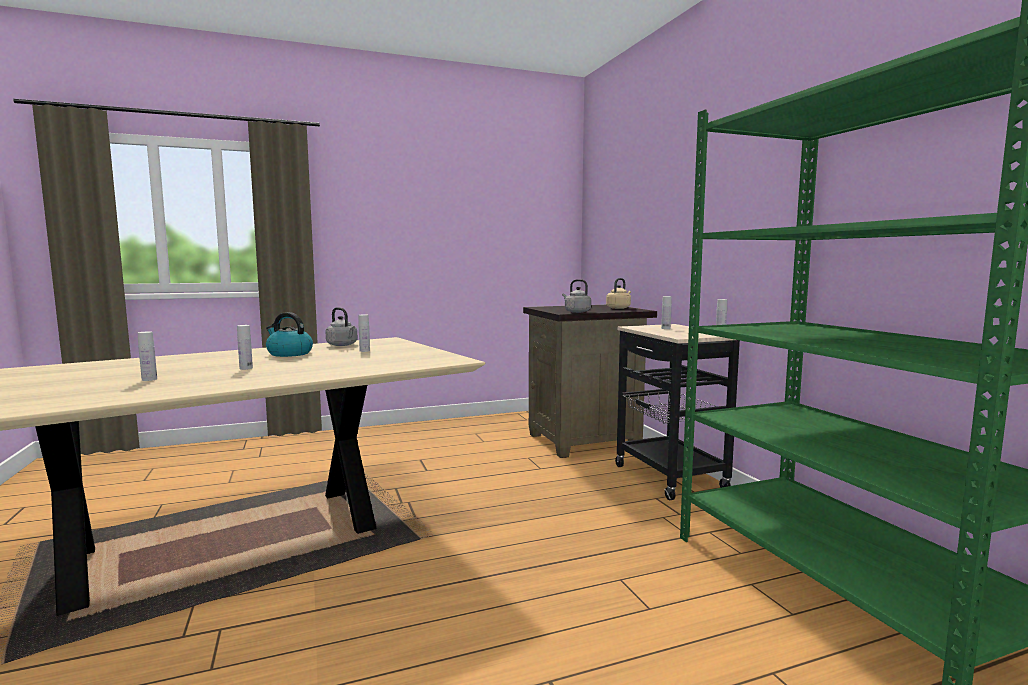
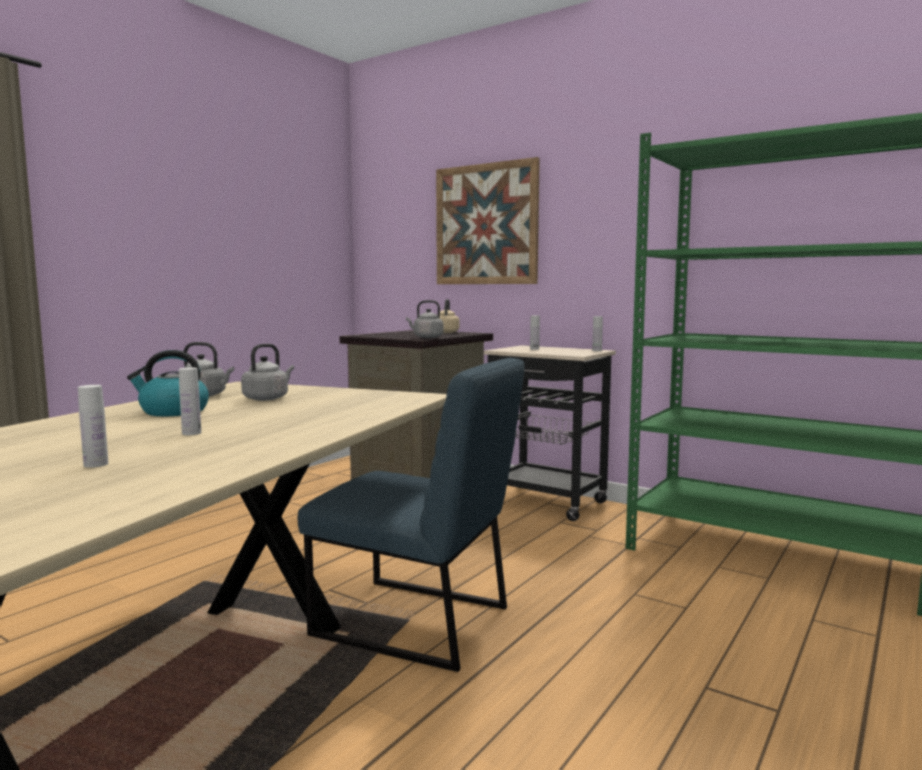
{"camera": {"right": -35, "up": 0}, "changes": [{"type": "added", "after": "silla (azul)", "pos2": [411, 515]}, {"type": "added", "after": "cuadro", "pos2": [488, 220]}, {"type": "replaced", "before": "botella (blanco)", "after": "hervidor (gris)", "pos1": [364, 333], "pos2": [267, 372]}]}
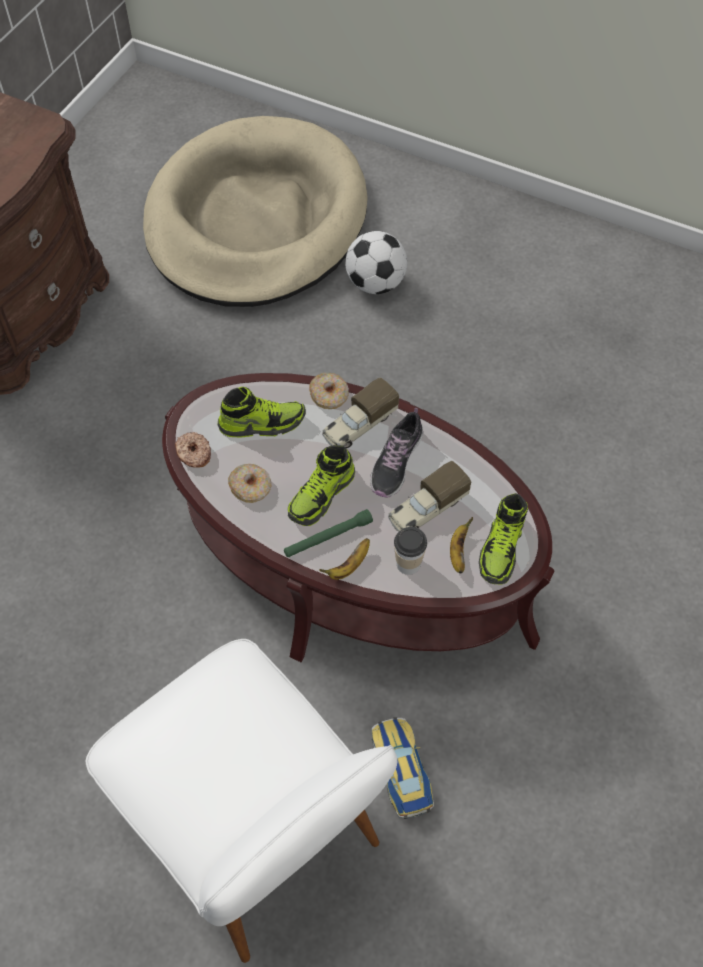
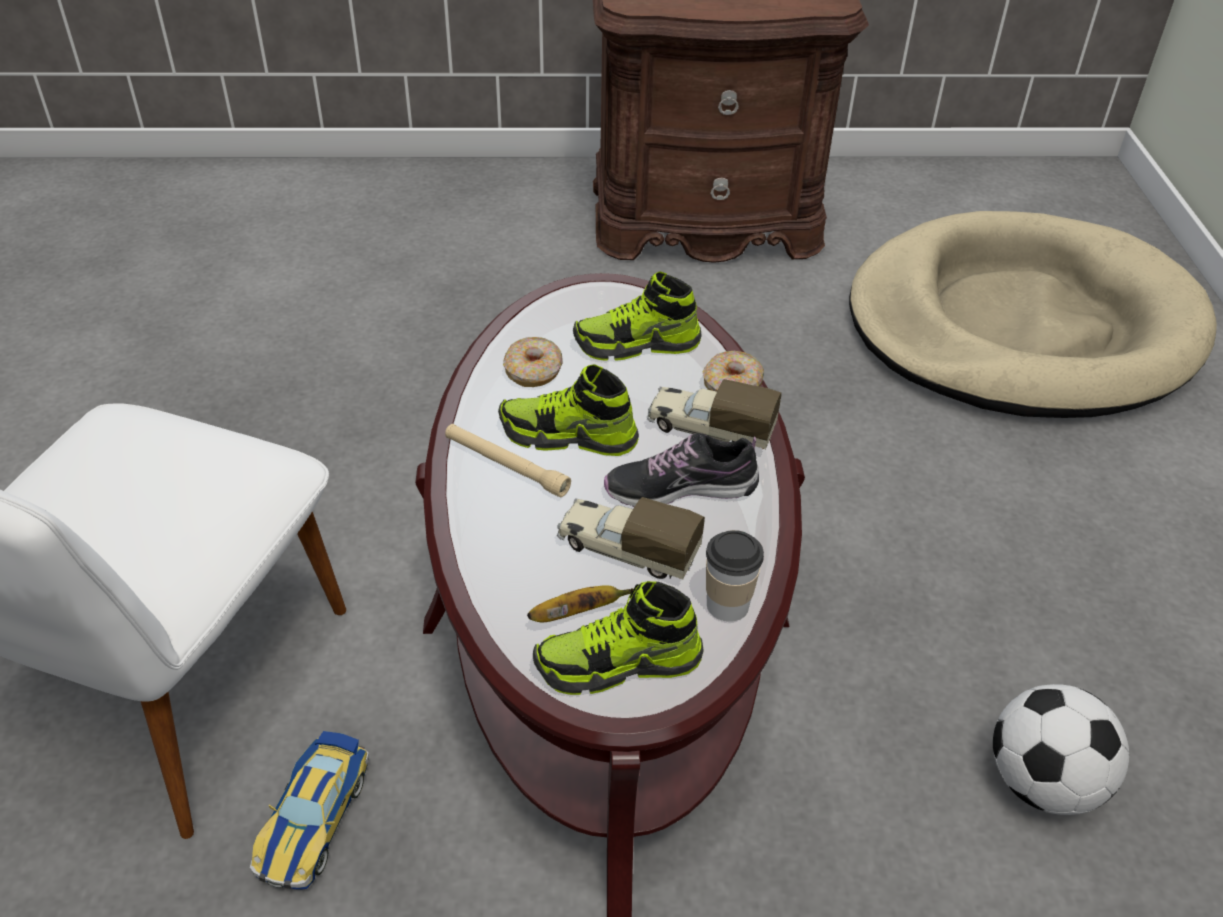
{"camera": {"right": 60, "up": -15}, "changes": [{"type": "removed", "before": "rosquilla", "pos1": [193, 450]}, {"type": "removed", "before": "plátano", "pos1": [345, 559]}, {"type": "moved", "before": "balón de fútbol", "pos1": [376, 262], "pos2": [1061, 749]}, {"type": "moved", "before": "taza", "pos1": [410, 551], "pos2": [735, 576]}, {"type": "recoloured", "before": "linterna (verde)", "after": "linterna (beis)", "pos1": [328, 533], "pos2": [508, 460]}, {"type": "turned", "before": "zapato", "pos1": [262, 412], "pos2": [637, 316], "turn": 120}, {"type": "turned", "before": "coche de juguete", "pos1": [402, 768], "pos2": [309, 810], "turn": 150}]}
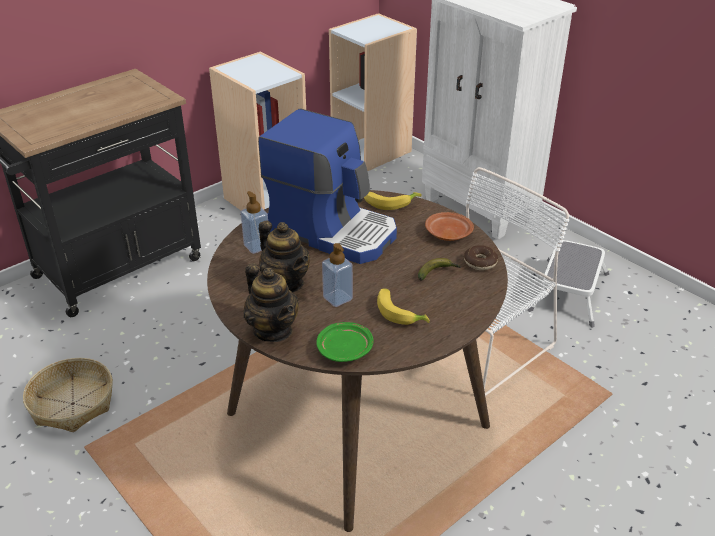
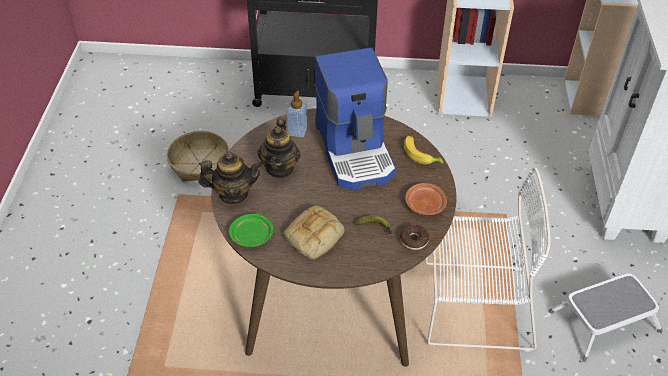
{"camera": {"right": 45, "up": 10}, "changes": [{"type": "removed", "before": "dispensador de jabón", "pos1": [337, 275]}, {"type": "replaced", "before": "plátano", "after": "pan", "pos1": [403, 306], "pos2": [314, 232]}, {"type": "turned", "before": "tetera", "pos1": [271, 302], "pos2": [230, 178], "turn": -105}]}
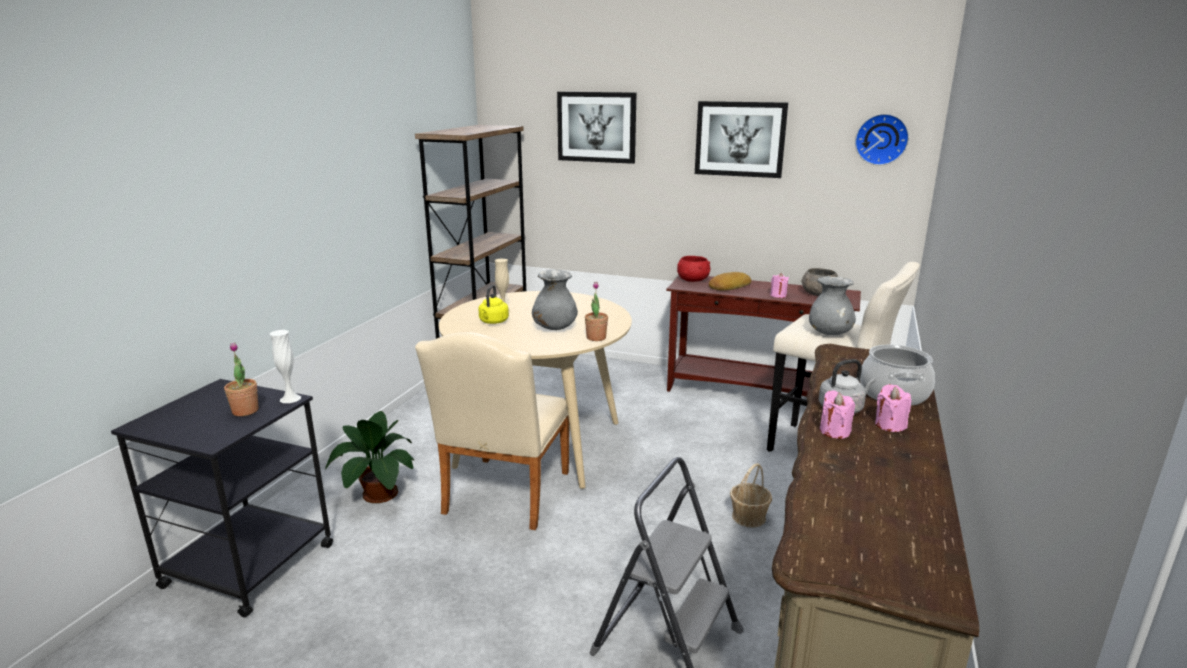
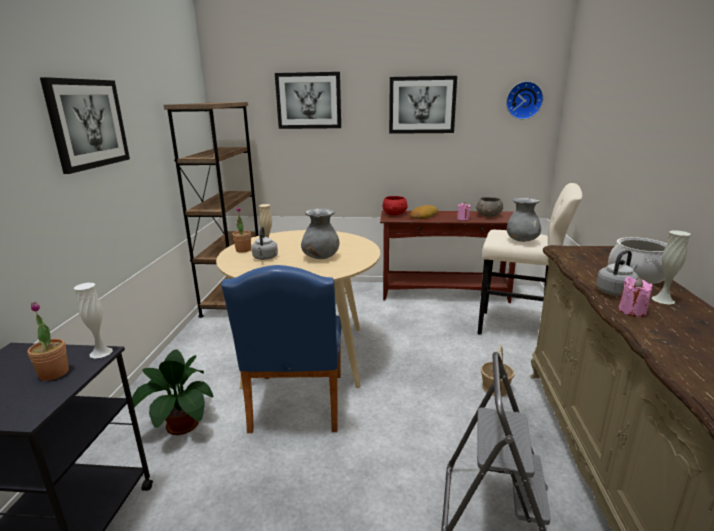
{"camera": {"right": -15, "up": 0}, "changes": [{"type": "added", "after": "cuadro", "pos2": [85, 125]}, {"type": "moved", "before": "planta en maceta", "pos1": [596, 311], "pos2": [242, 229]}, {"type": "replaced", "before": "vela (rosa)", "after": "florero (blanco)", "pos1": [893, 408], "pos2": [671, 267]}, {"type": "recoloured", "before": "silla (beis)", "after": "silla (azul)", "pos1": [492, 431], "pos2": [281, 349]}, {"type": "recoloured", "before": "hervidor (amarillo)", "after": "hervidor (gris)", "pos1": [493, 304], "pos2": [265, 243]}]}
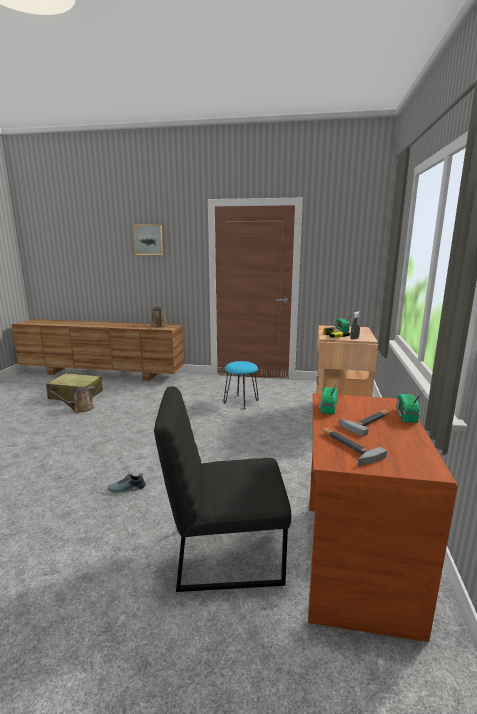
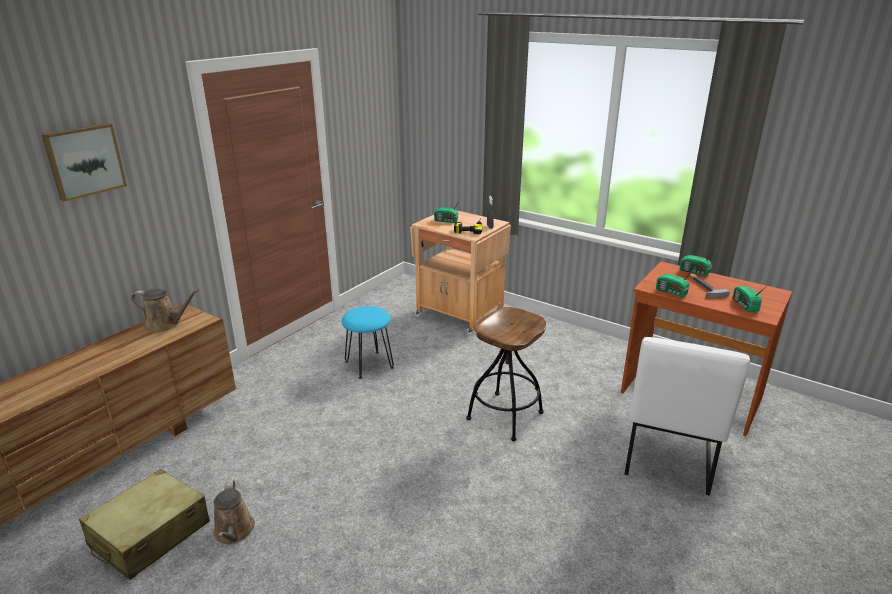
{"camera": {"right": -65, "up": 10}, "changes": [{"type": "removed", "before": "zapato", "pos1": [126, 483]}, {"type": "added", "after": "taburete (marrón)", "pos2": [506, 374]}, {"type": "replaced", "before": "martillo", "after": "radio", "pos1": [355, 447], "pos2": [750, 298]}, {"type": "recoloured", "before": "silla (negro)", "after": "silla (blanco)", "pos1": [222, 489], "pos2": [687, 416]}]}
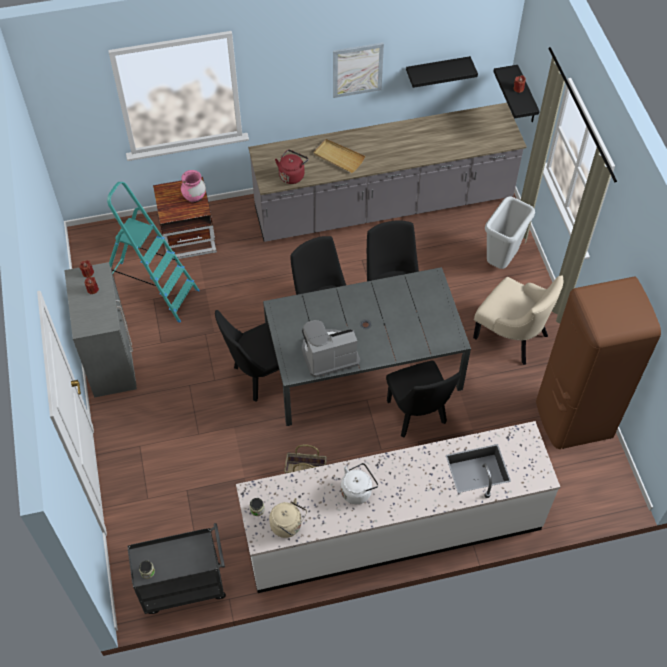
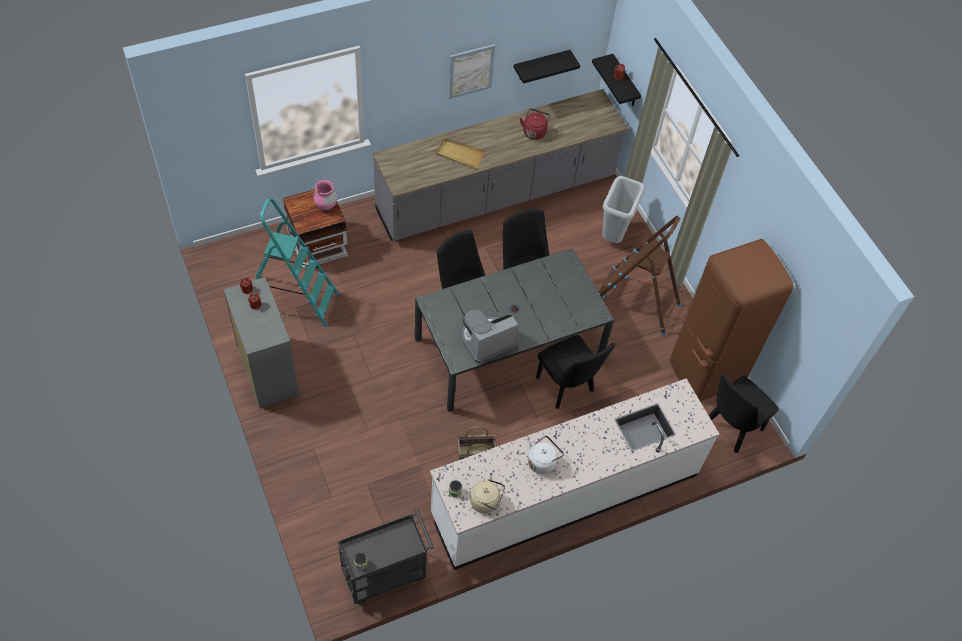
{"camera": {"right": -15, "up": 0}, "changes": [{"type": "moved", "before": "silla (negro)", "pos1": [247, 356], "pos2": [744, 413]}, {"type": "moved", "before": "hervidor (rojo)", "pos1": [291, 167], "pos2": [535, 124]}, {"type": "replaced", "before": "silla (beis)", "after": "escalera de tijera (marrón)", "pos1": [518, 320], "pos2": [640, 276]}]}
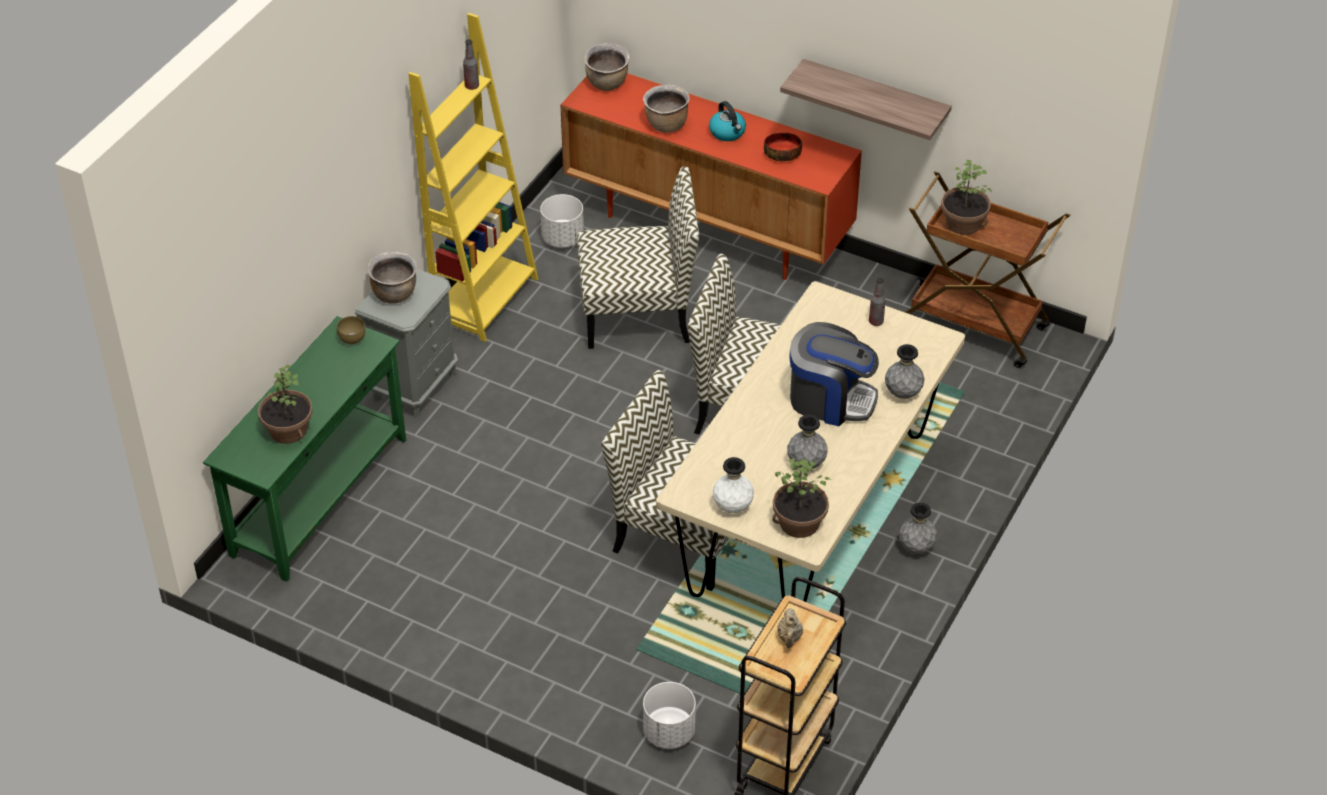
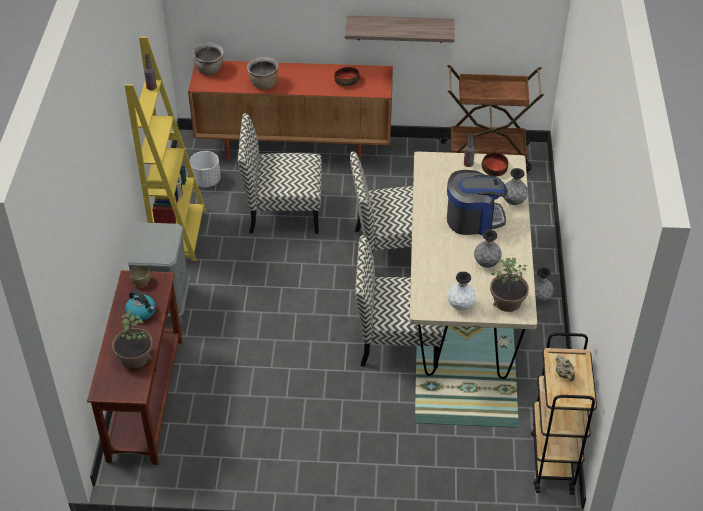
{"camera": {"right": -25, "up": 0}, "changes": [{"type": "removed", "before": "olla (marrón)", "pos1": [392, 277]}, {"type": "removed", "before": "maceta (blanco)", "pos1": [669, 715]}, {"type": "removed", "before": "planta en maceta", "pos1": [966, 197]}, {"type": "added", "after": "cuenco", "pos2": [494, 164]}, {"type": "moved", "before": "hervidor", "pos1": [727, 121], "pos2": [140, 305]}, {"type": "recoloured", "before": "mesa consola (verde)", "after": "mesa consola (marrón)", "pos1": [304, 449], "pos2": [135, 367]}, {"type": "turned", "before": "silla", "pos1": [638, 257], "pos2": [280, 173], "turn": -150}]}
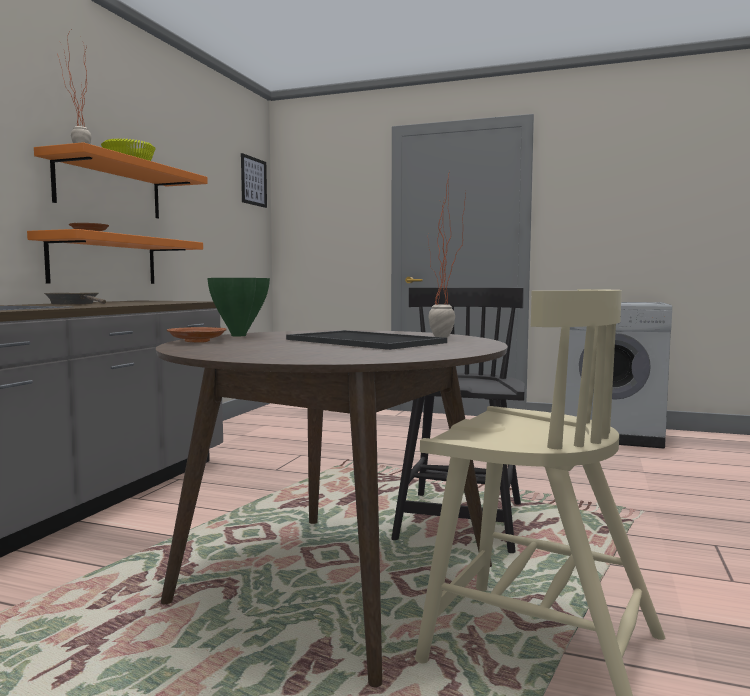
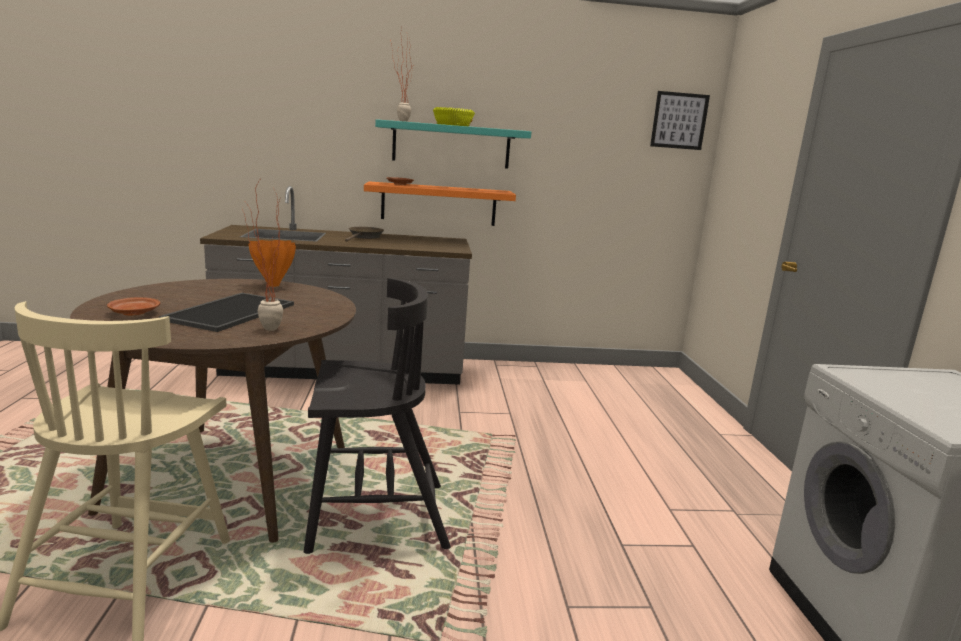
{"camera": {"right": 65, "up": 10}, "changes": [{"type": "moved", "before": "plato (marrón)", "pos1": [197, 335], "pos2": [133, 306]}, {"type": "recoloured", "before": "estante (naranja)", "after": "estante (turquesa)", "pos1": [121, 180], "pos2": [453, 144]}, {"type": "recoloured", "before": "florero (verde)", "after": "florero (naranja)", "pos1": [238, 307], "pos2": [272, 263]}]}
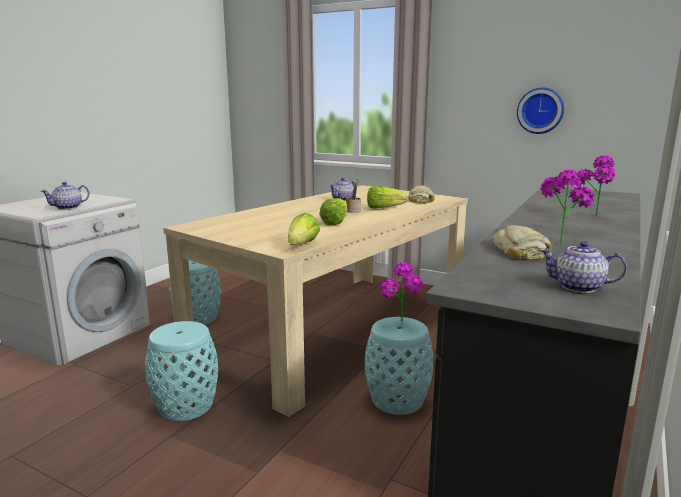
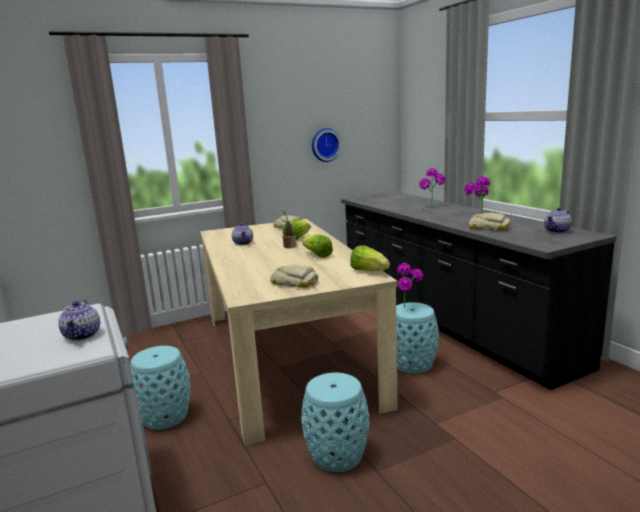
{"camera": {"right": -55, "up": 0}, "changes": [{"type": "added", "after": "pan", "pos2": [294, 276]}]}
